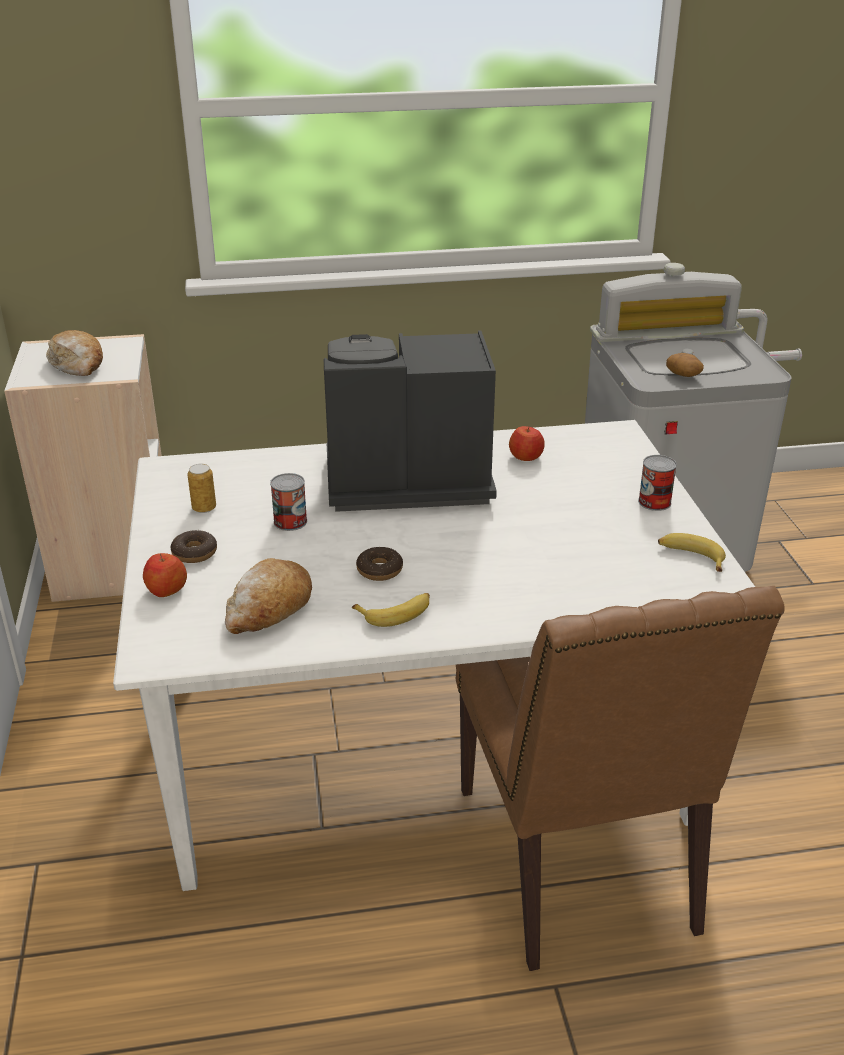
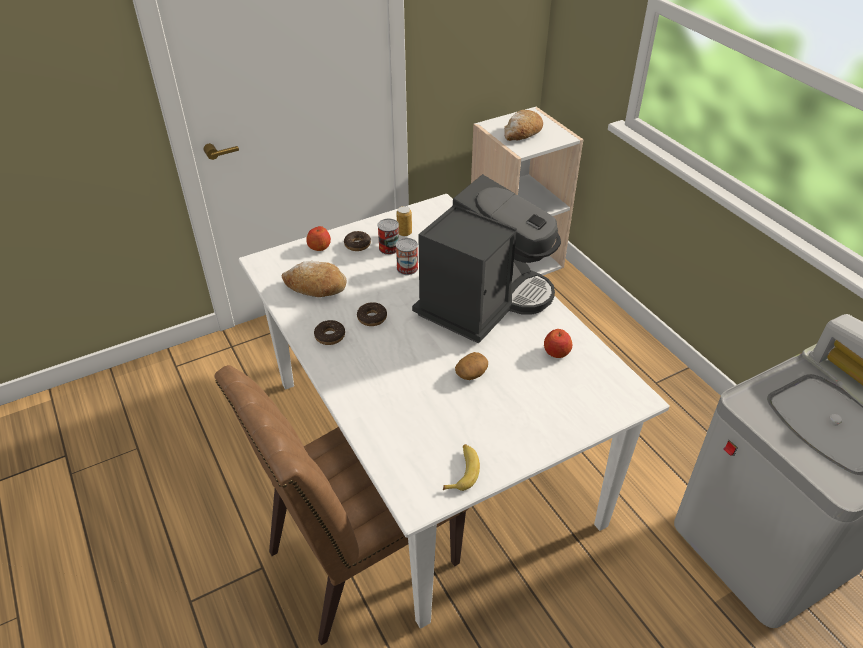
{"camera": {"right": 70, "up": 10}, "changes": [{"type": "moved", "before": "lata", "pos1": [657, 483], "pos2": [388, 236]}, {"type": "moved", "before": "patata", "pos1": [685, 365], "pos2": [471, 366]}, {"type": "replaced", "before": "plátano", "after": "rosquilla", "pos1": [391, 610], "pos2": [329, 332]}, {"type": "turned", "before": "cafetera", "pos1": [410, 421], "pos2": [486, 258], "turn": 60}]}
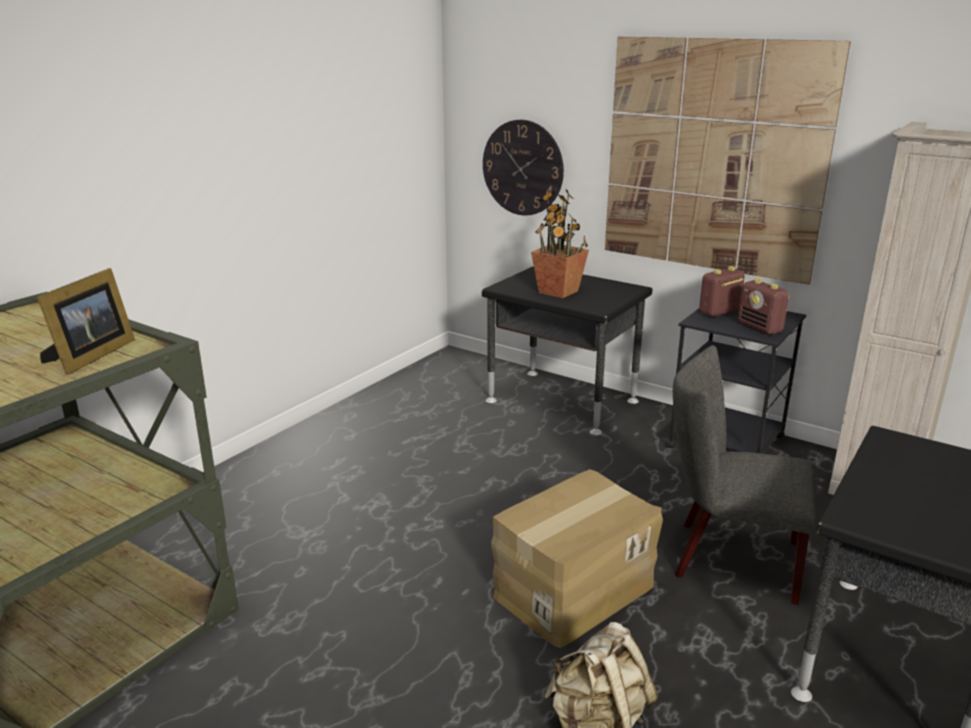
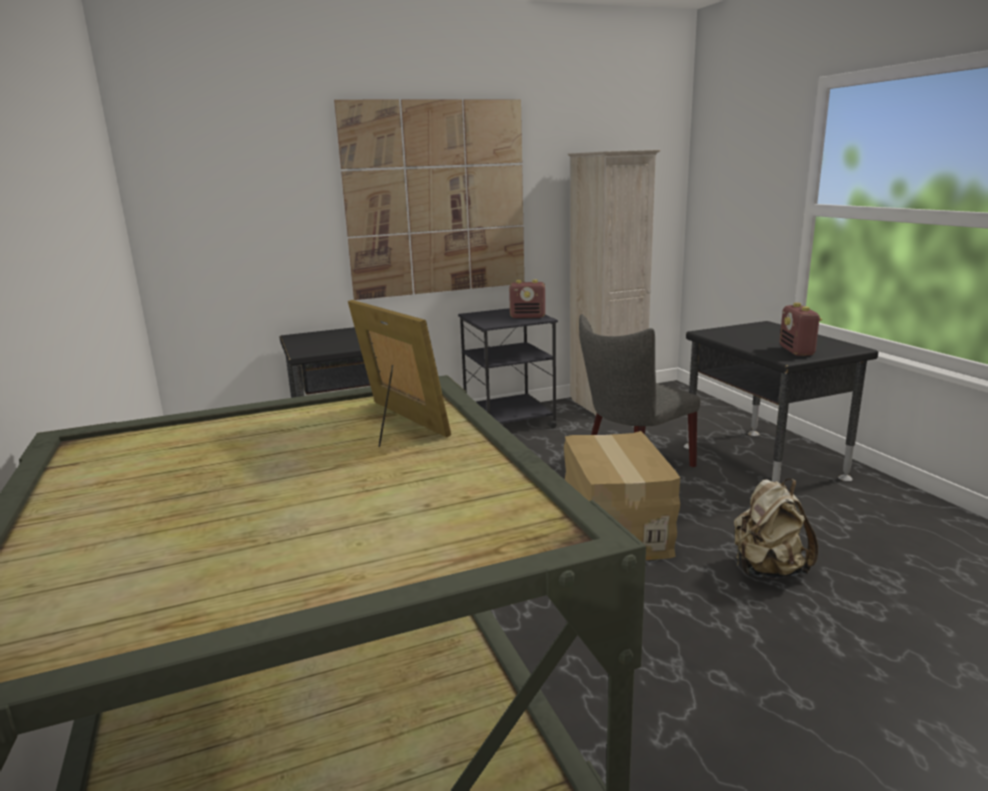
{"camera": {"right": -55, "up": -5}, "changes": [{"type": "removed", "before": "reloj de pared", "pos1": [523, 168]}, {"type": "removed", "before": "planta en maceta", "pos1": [560, 243]}, {"type": "moved", "before": "radio", "pos1": [722, 291], "pos2": [801, 329]}]}
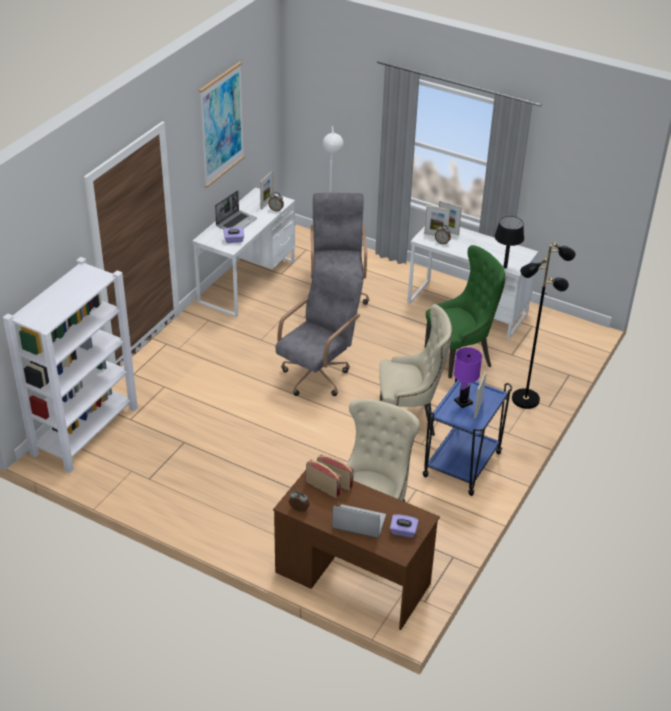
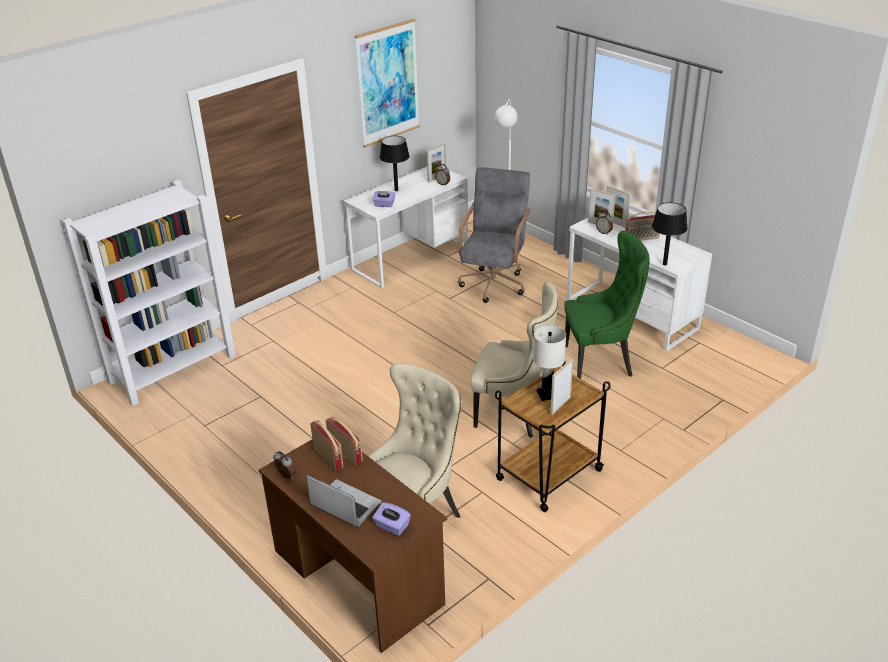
{"camera": {"right": 20, "up": -5}, "changes": [{"type": "removed", "before": "silla de oficina (gris)", "pos1": [319, 329]}, {"type": "removed", "before": "lámpara de pie (negro)", "pos1": [544, 325]}, {"type": "added", "after": "radio", "pos2": [642, 226]}, {"type": "replaced", "before": "portátil", "after": "lámpara de mesa (negro)", "pos1": [236, 209], "pos2": [395, 163]}, {"type": "recoloured", "before": "carrito (azul)", "after": "carrito (marrón)", "pos1": [467, 437], "pos2": [553, 437]}, {"type": "recoloured", "before": "lámpara de mesa (morado)", "after": "lámpara de mesa (blanco)", "pos1": [468, 377], "pos2": [549, 363]}]}
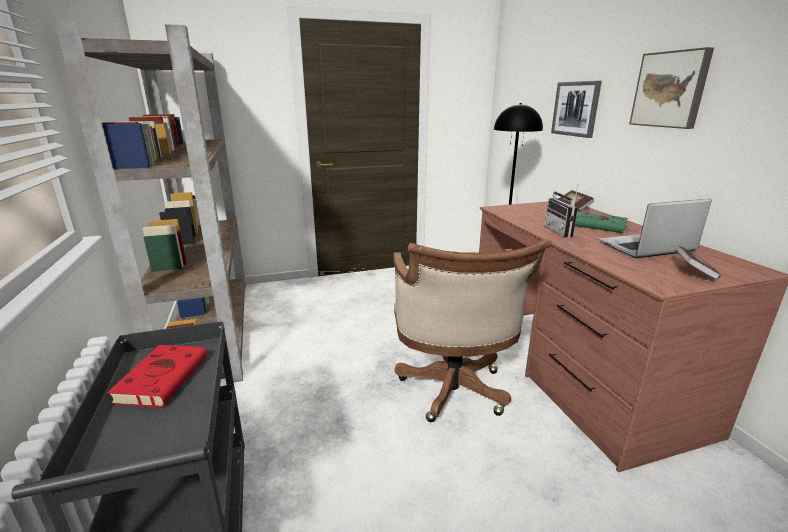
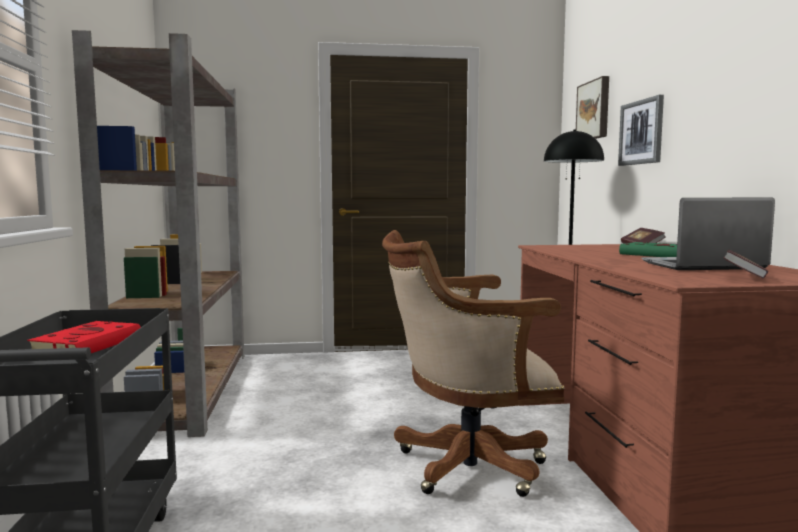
{"camera": {"right": 10, "up": -15}, "changes": [{"type": "removed", "before": "radio", "pos1": [562, 211]}, {"type": "moved", "before": "cuadro", "pos1": [671, 88], "pos2": [592, 107]}, {"type": "turned", "before": "silla de oficina", "pos1": [472, 330], "pos2": [473, 363], "turn": 75}]}
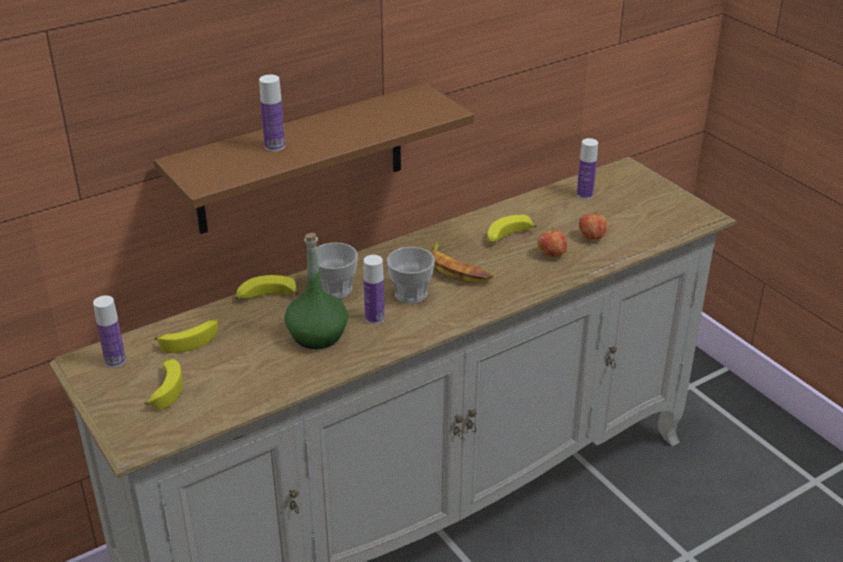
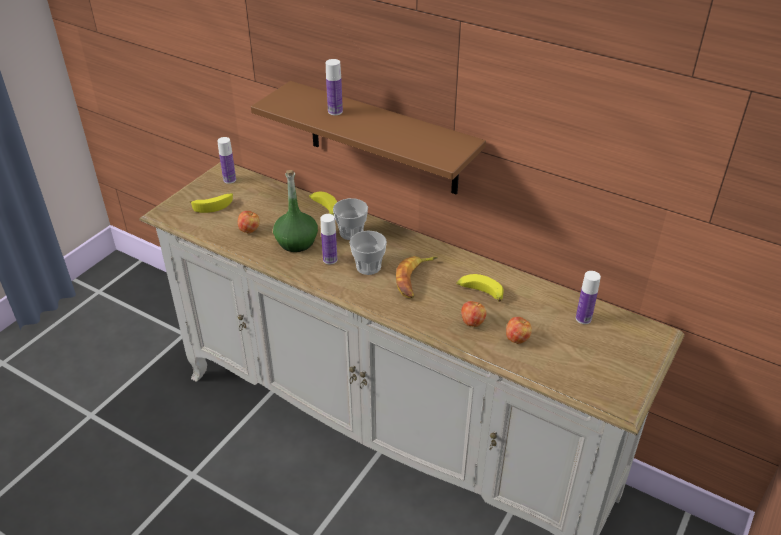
{"camera": {"right": 65, "up": 5}, "changes": [{"type": "removed", "before": "plátano", "pos1": [186, 336]}, {"type": "added", "after": "manzana", "pos2": [249, 222]}]}
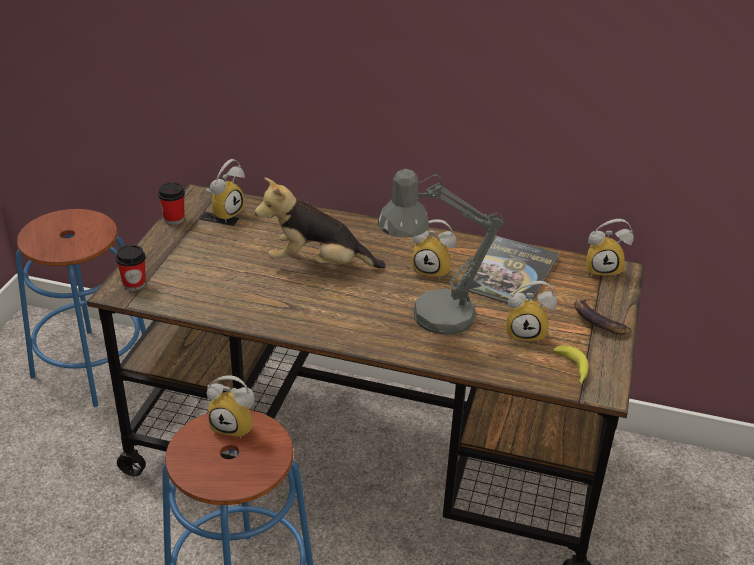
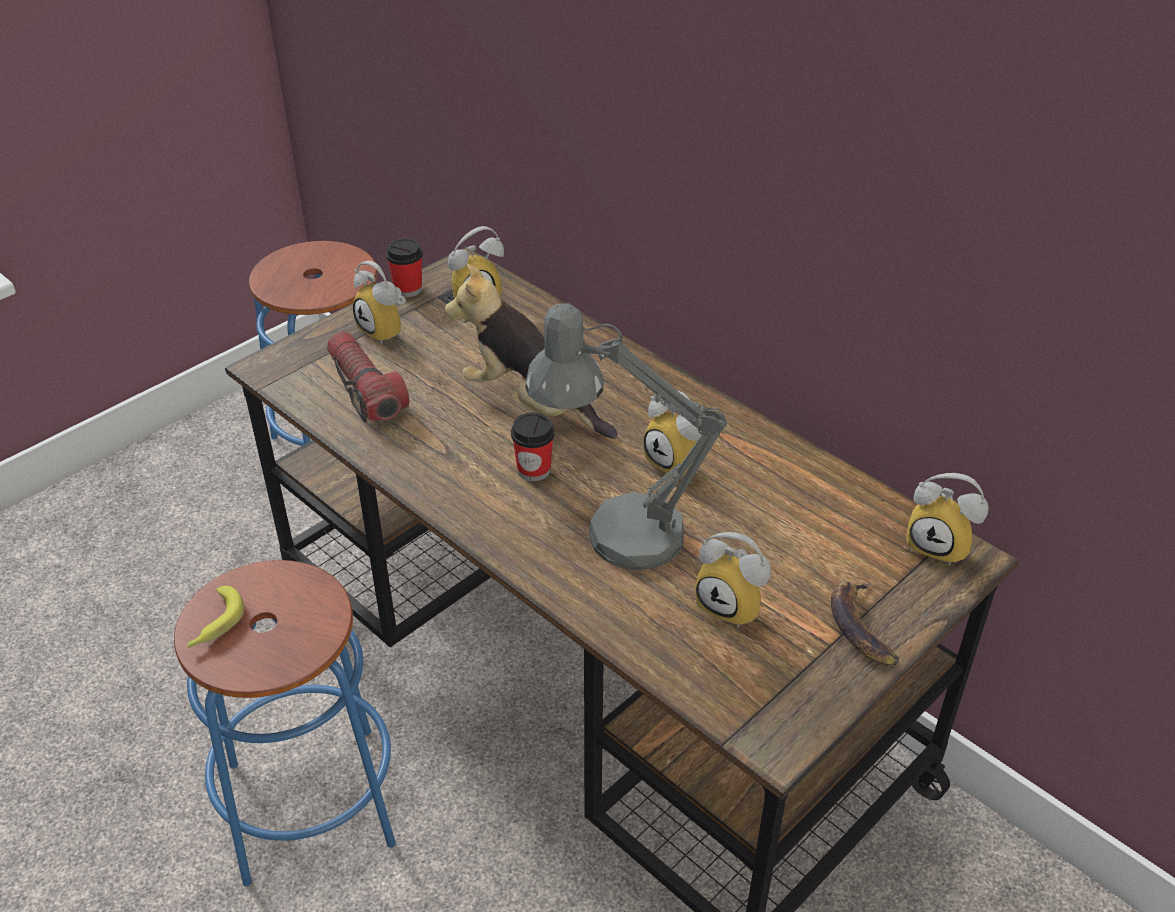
{"camera": {"right": 30, "up": 5}, "changes": [{"type": "removed", "before": "libro", "pos1": [511, 269]}, {"type": "added", "after": "linterna", "pos2": [368, 377]}, {"type": "moved", "before": "taza", "pos1": [131, 267], "pos2": [533, 447]}, {"type": "moved", "before": "despertador", "pos1": [231, 407], "pos2": [379, 303]}, {"type": "moved", "before": "plátano", "pos1": [571, 364], "pos2": [215, 617]}]}
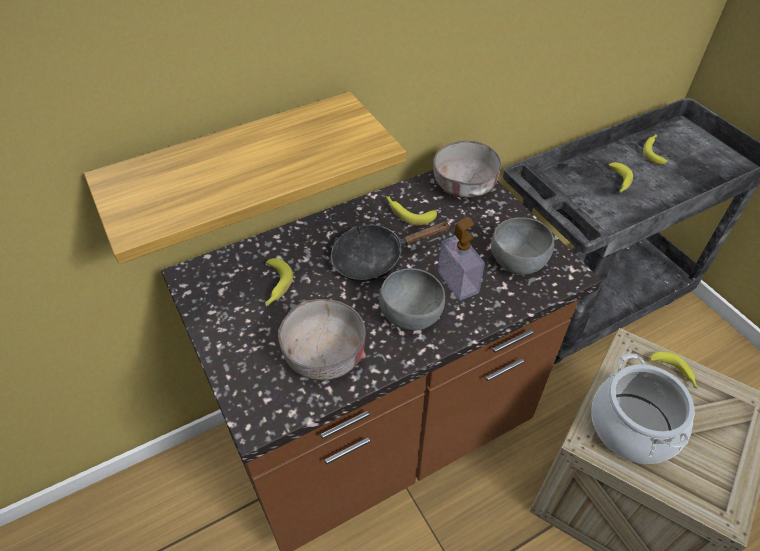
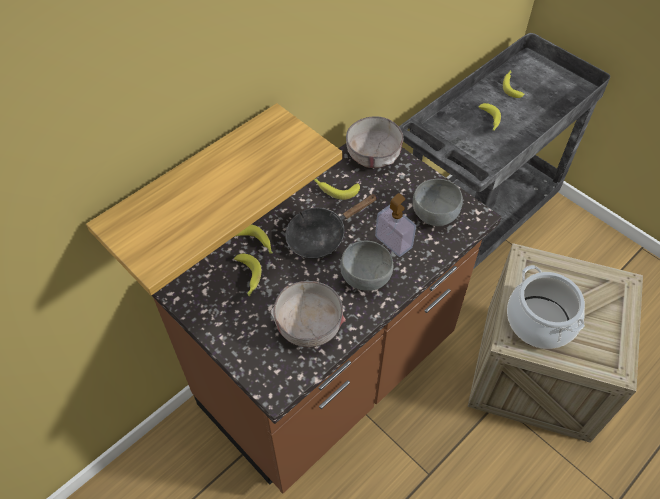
{"camera": {"right": -15, "up": 5}, "changes": [{"type": "moved", "before": "plátano", "pos1": [674, 370], "pos2": [253, 239]}]}
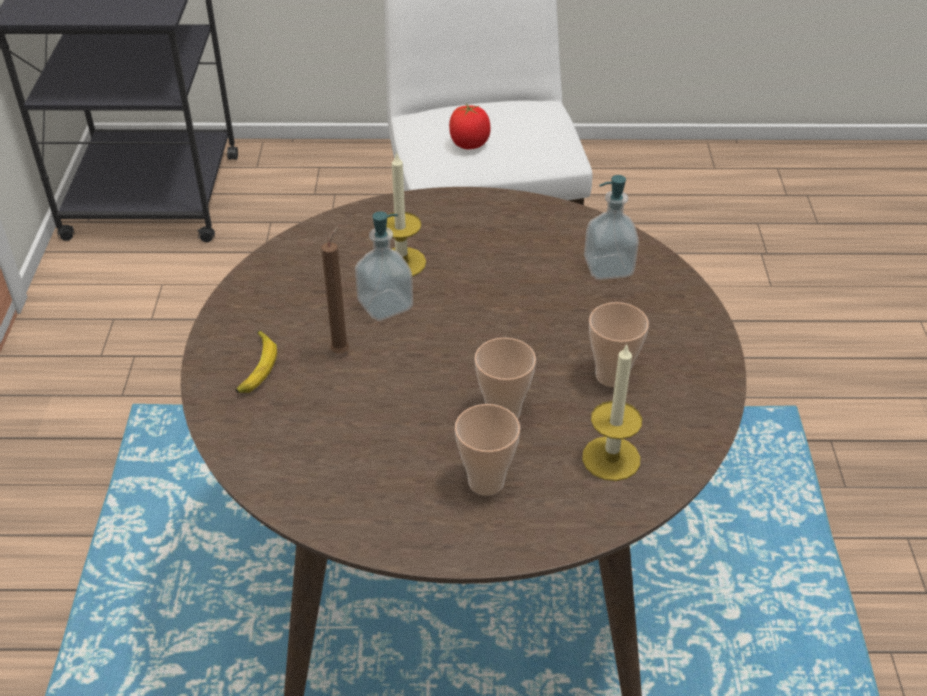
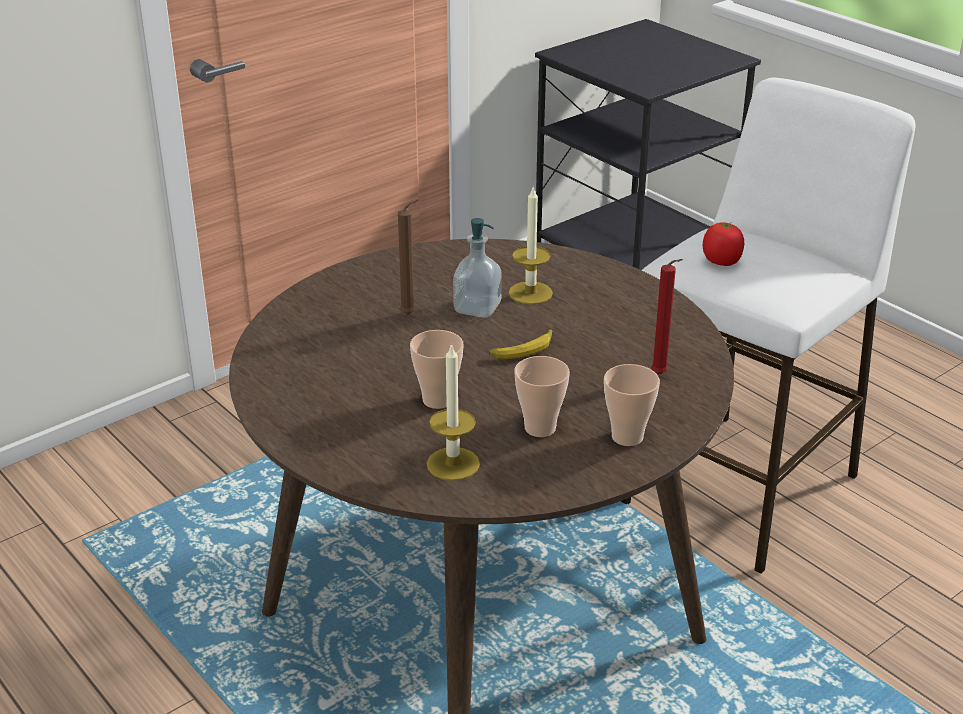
{"camera": {"right": 50, "up": -10}, "changes": [{"type": "moved", "before": "plátano", "pos1": [256, 361], "pos2": [521, 343]}, {"type": "moved", "before": "taza", "pos1": [487, 450], "pos2": [632, 405]}, {"type": "replaced", "before": "dispensador de jabón", "after": "vela (rojo)", "pos1": [611, 227], "pos2": [667, 316]}]}
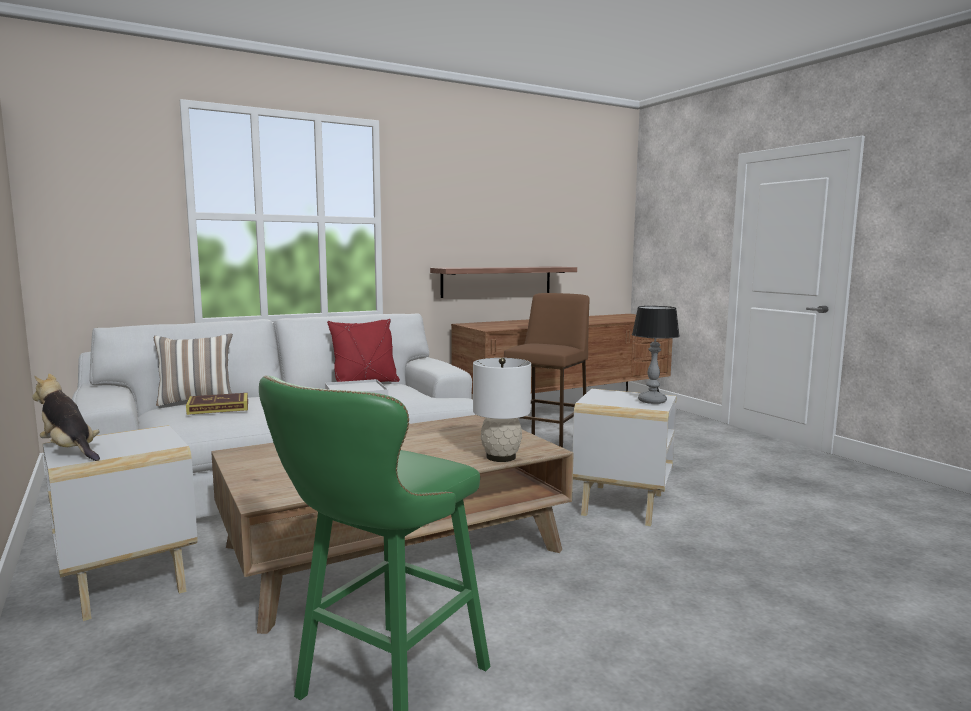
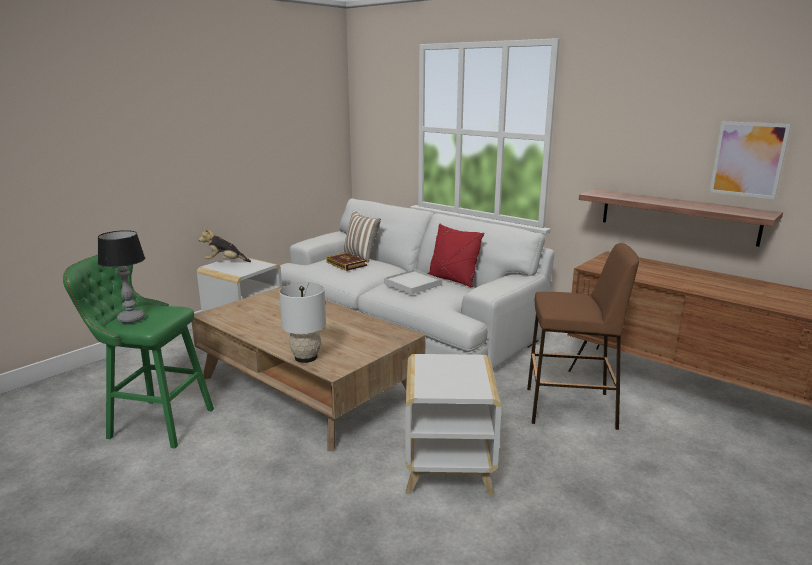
{"camera": {"right": 70, "up": 10}, "changes": [{"type": "added", "after": "cuadro", "pos2": [750, 160]}, {"type": "moved", "before": "lámpara de mesa", "pos1": [656, 355], "pos2": [121, 276]}, {"type": "turned", "before": "peluche", "pos1": [66, 417], "pos2": [225, 245], "turn": -105}]}
